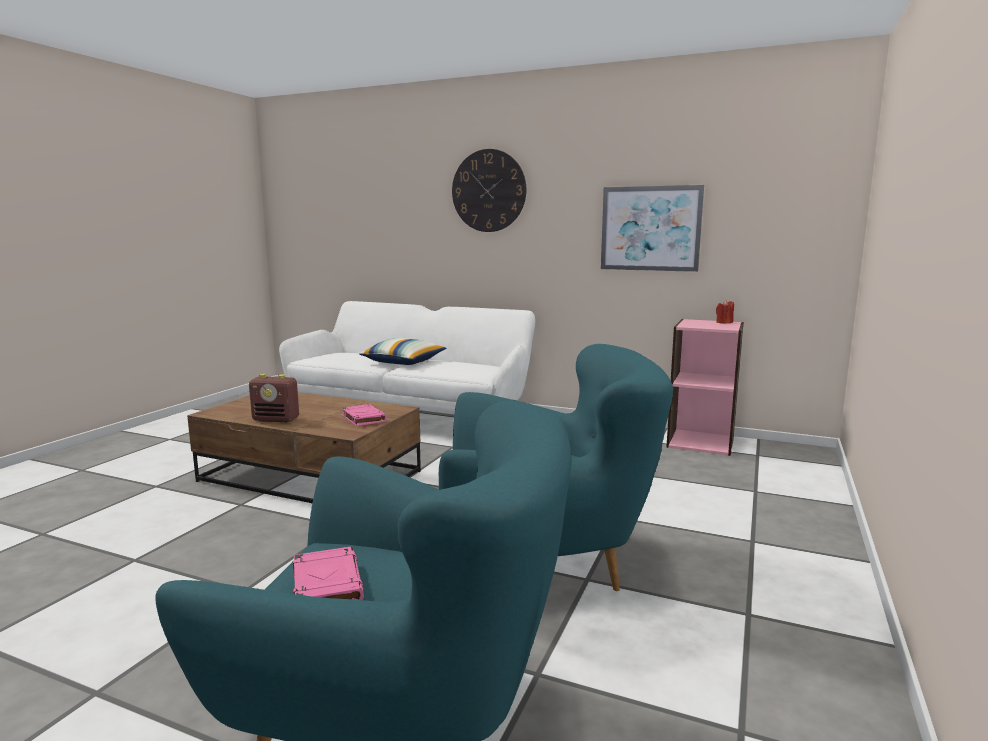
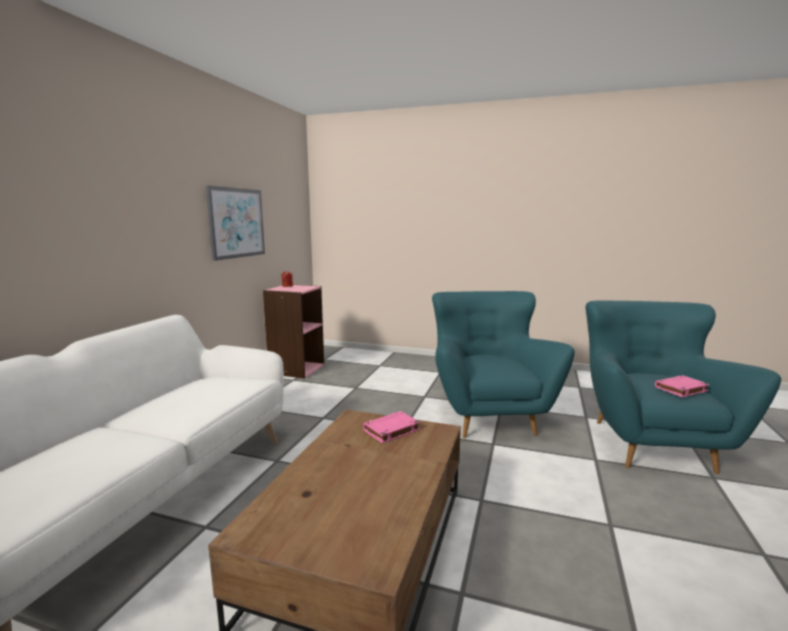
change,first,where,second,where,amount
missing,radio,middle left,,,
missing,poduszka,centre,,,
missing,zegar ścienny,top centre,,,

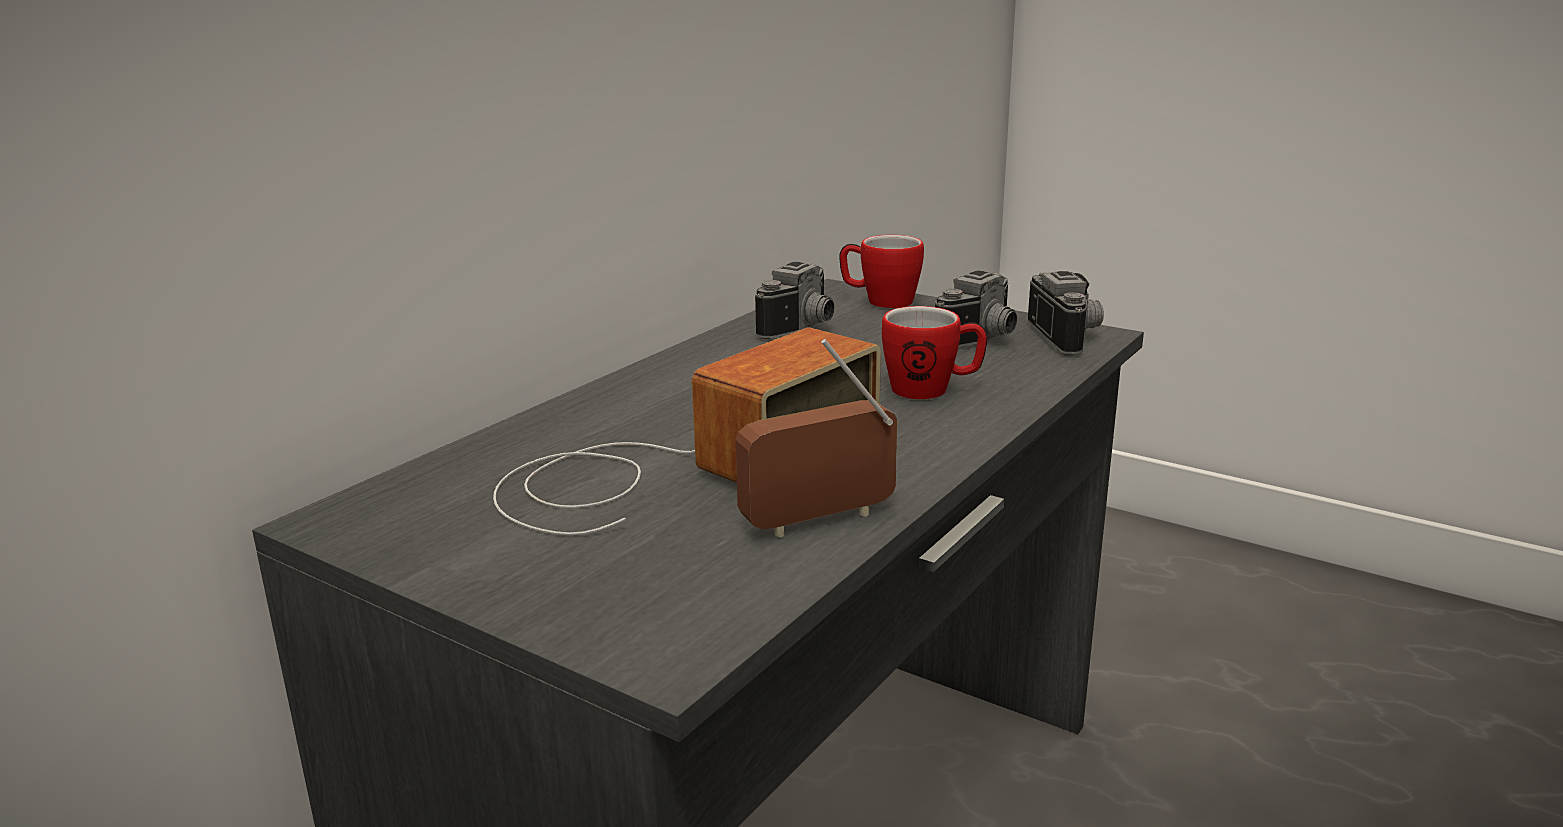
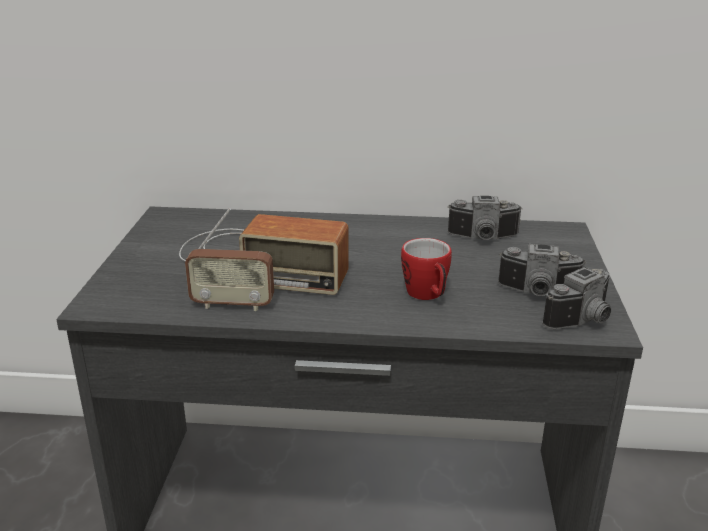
change,first,where,second,where,amount
missing,kubek (no. 1 from left),top centre,,,
spun,radio (no. 2 from left in the first image),centre,radio (no. 1 from left),middle left,150 degrees clockwise

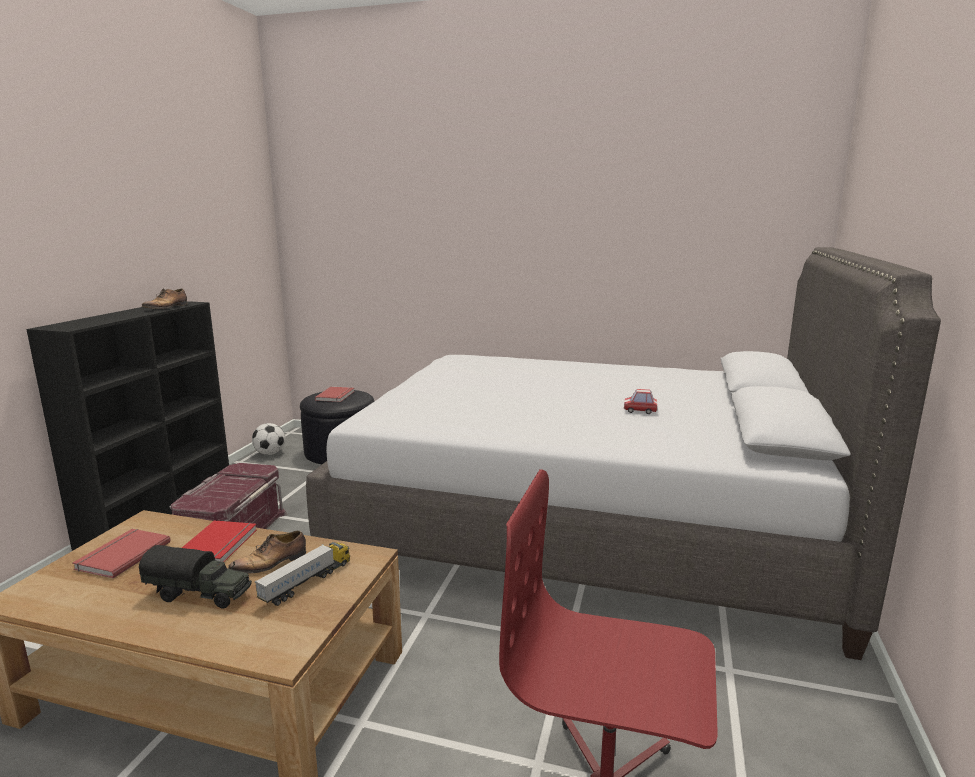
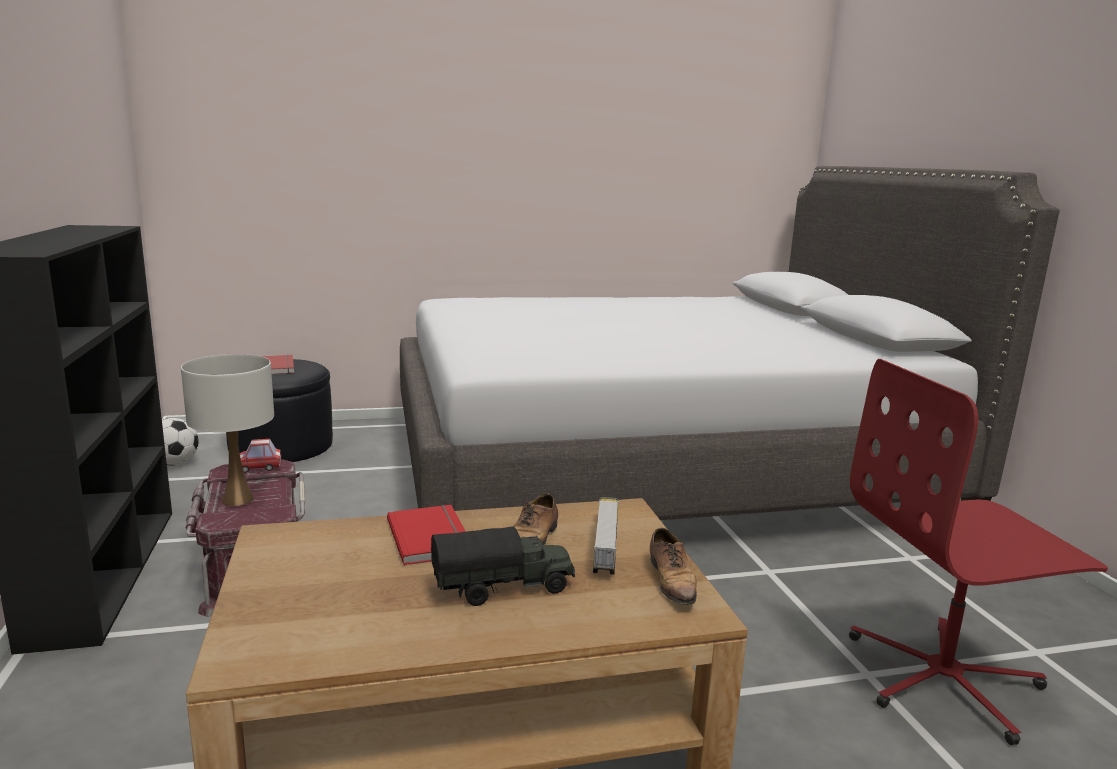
change,first,where,second,where,amount
missing,książka/czerwony (no. 1 from left),bottom left,,,
appeared,,,lampa stołowa/biały,middle left,
relocated,but (no. 1 from left in the first image),middle left,but (no. 2 from left),bottom centre,
relocated,samochodzik,centre,,middle left,

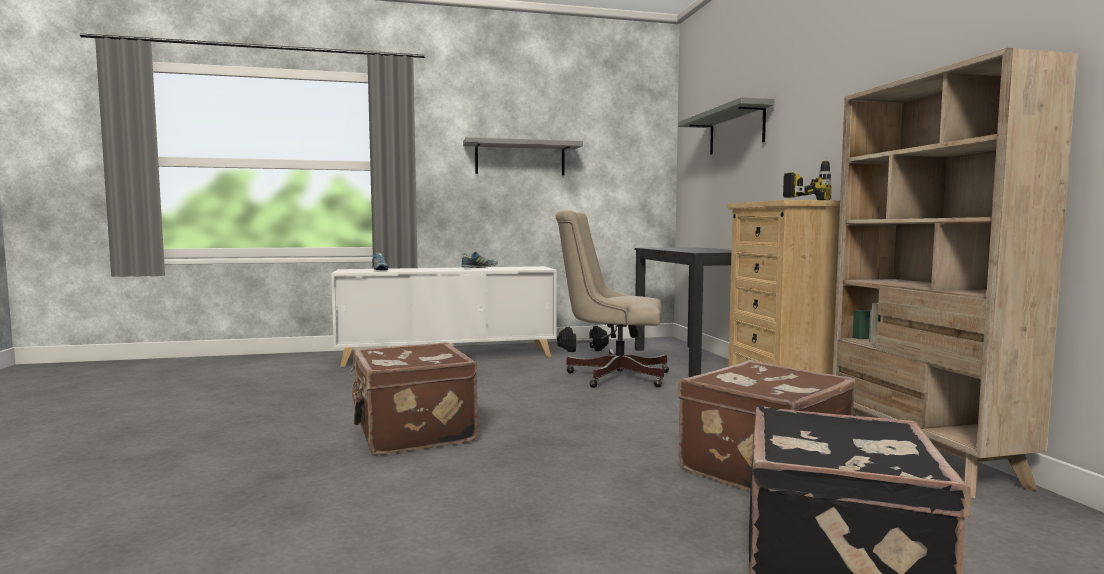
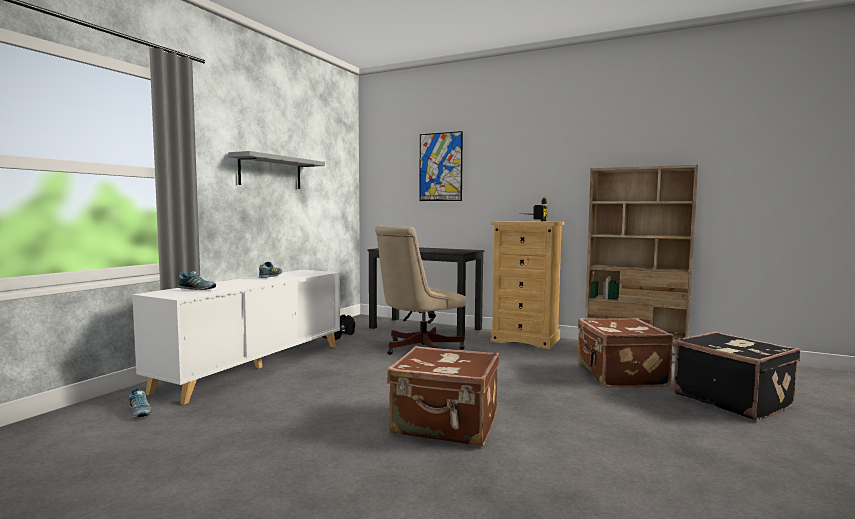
change,first,where,second,where,amount
appeared,,,but (no. 1 from left),bottom left,
exchanged,półka/szary (no. 2 from left),top centre,obraz,top centre,

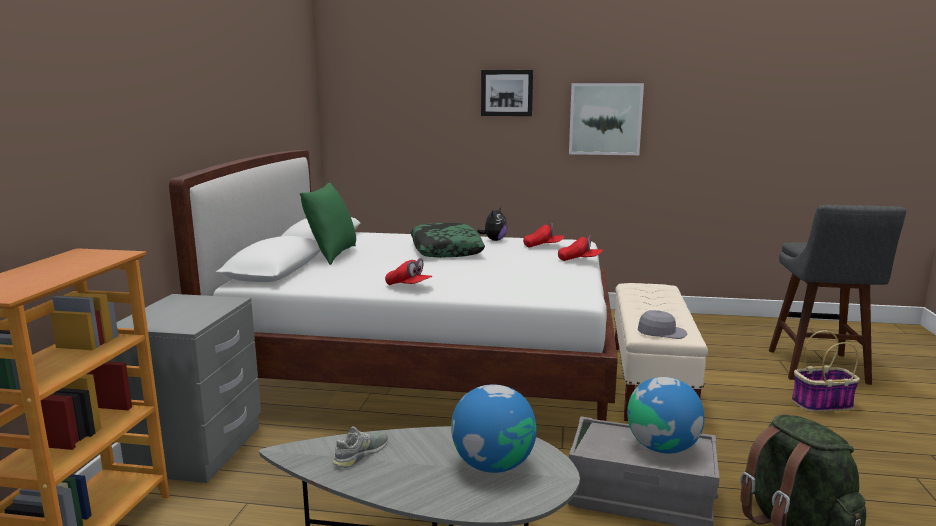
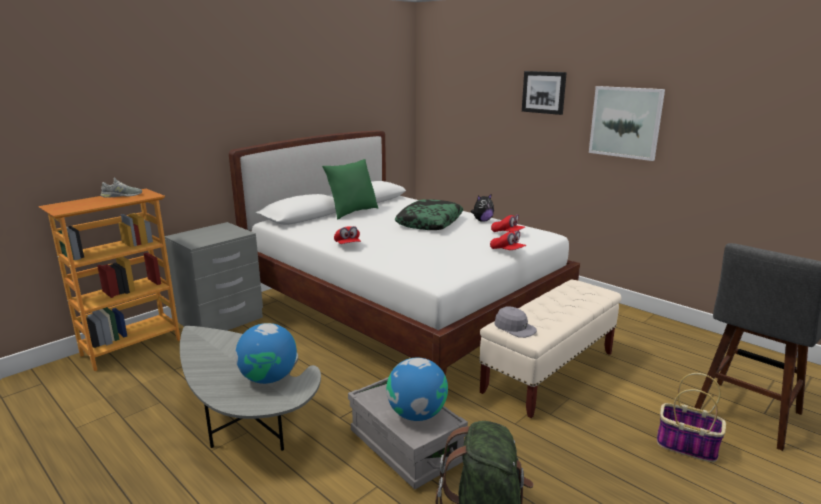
change,first,where,second,where,amount
relocated,but/szary,bottom centre,,middle left,

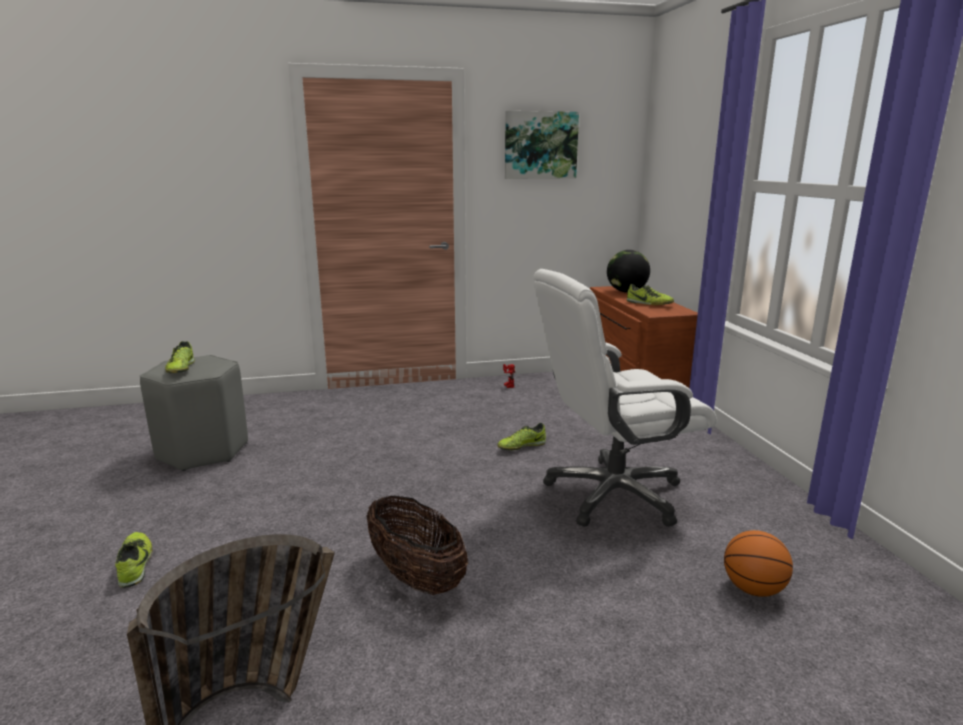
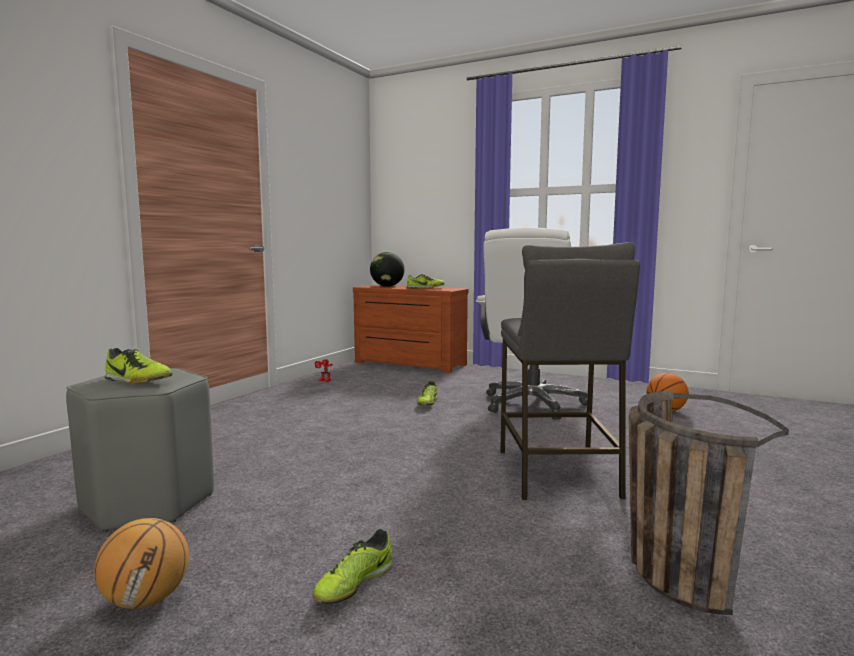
change,first,where,second,where,amount
missing,obraz,top centre,,,
appeared,,,piłka do koszykówki (no. 1 from left),bottom left,
exchanged,koszyk (no. 2 from left),bottom centre,stołek/szary (no. 2 from left),middle right,
spun,but (no. 1 from left in the first image),bottom left,but (no. 2 from left),bottom centre,75 degrees counterclockwise

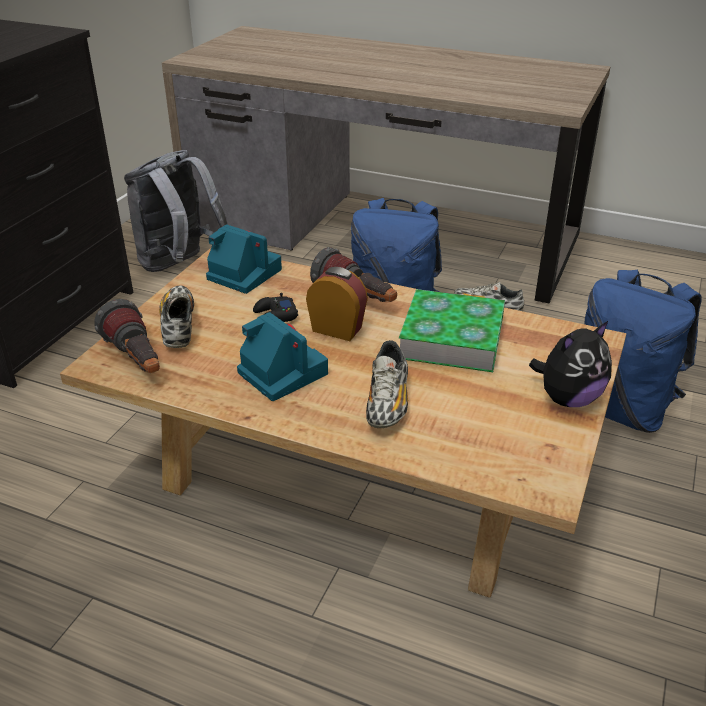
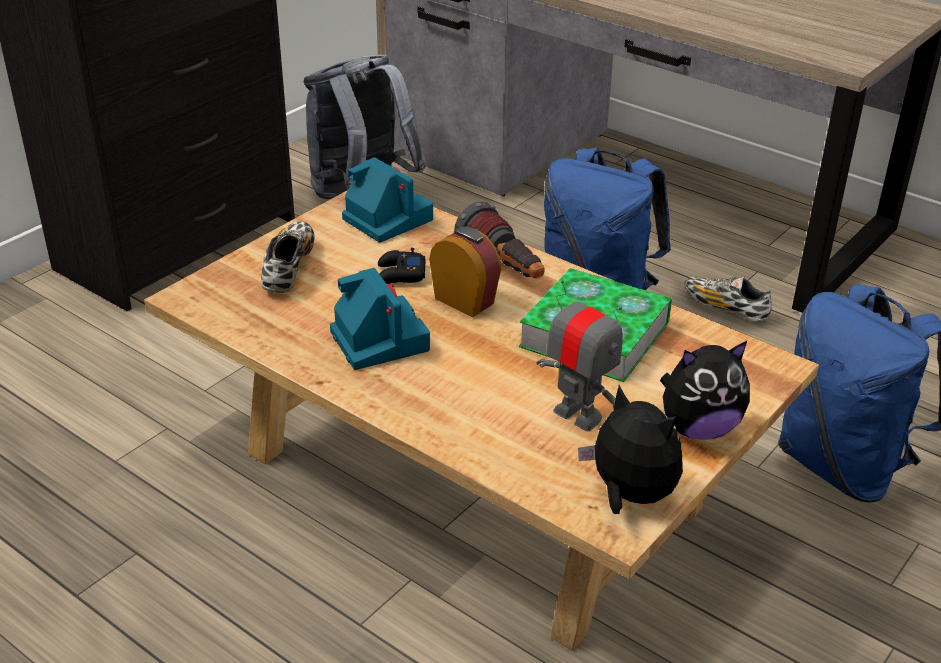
change,first,where,second,where,amount
missing,latarka (no. 1 from left),middle left,,,
missing,but (no. 2 from left),centre,,,
appeared,,,robot zabawkowy,centre,
appeared,,,pluszak (no. 1 from left),bottom right,

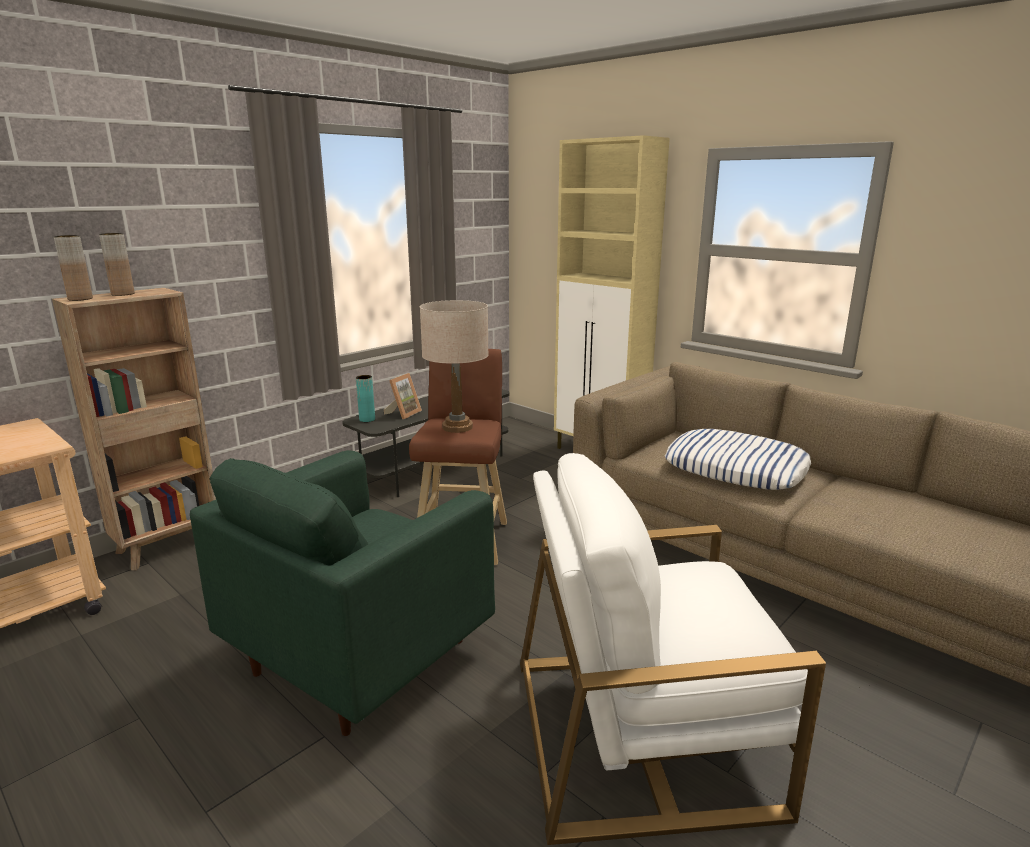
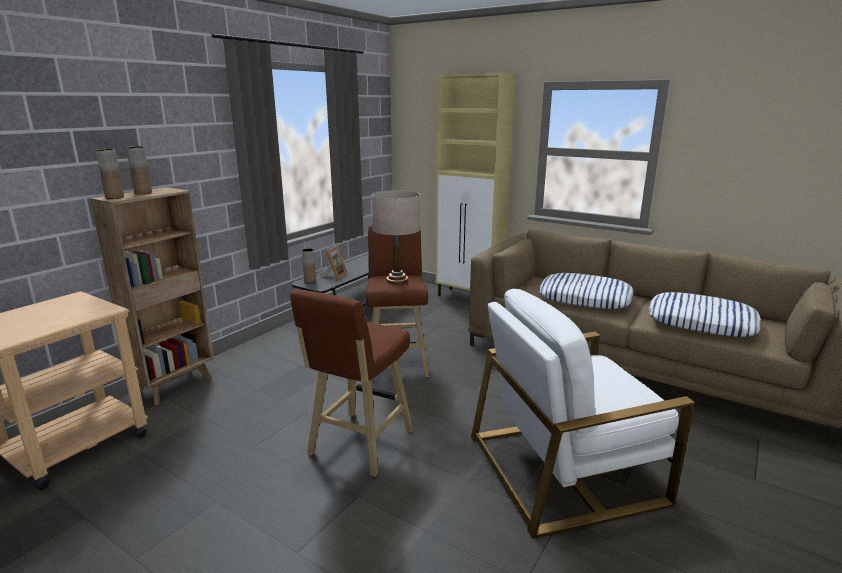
change,first,where,second,where,amount
appeared,,,poduszka (no. 2 from left),middle right,
exchanged,fotel/zielony,bottom left,stołek/brązowy (no. 1 from left),bottom centre,
colour,wazon/turkusowy,centre,wazon/brązowy (no. 3 from left),centre,

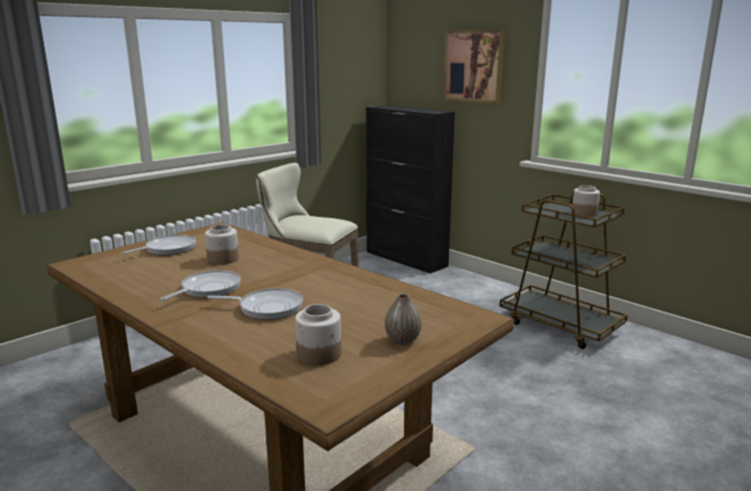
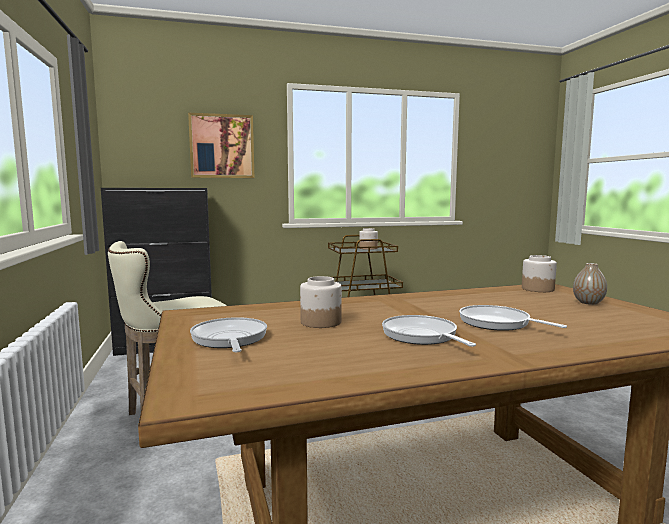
change,first,where,second,where,amount
relocated,słoik (no. 2 from left in the first image),bottom centre,słoik (no. 3 from left),middle right,
spun,patelnia (no. 3 from left),centre,,middle right,75 degrees counterclockwise

